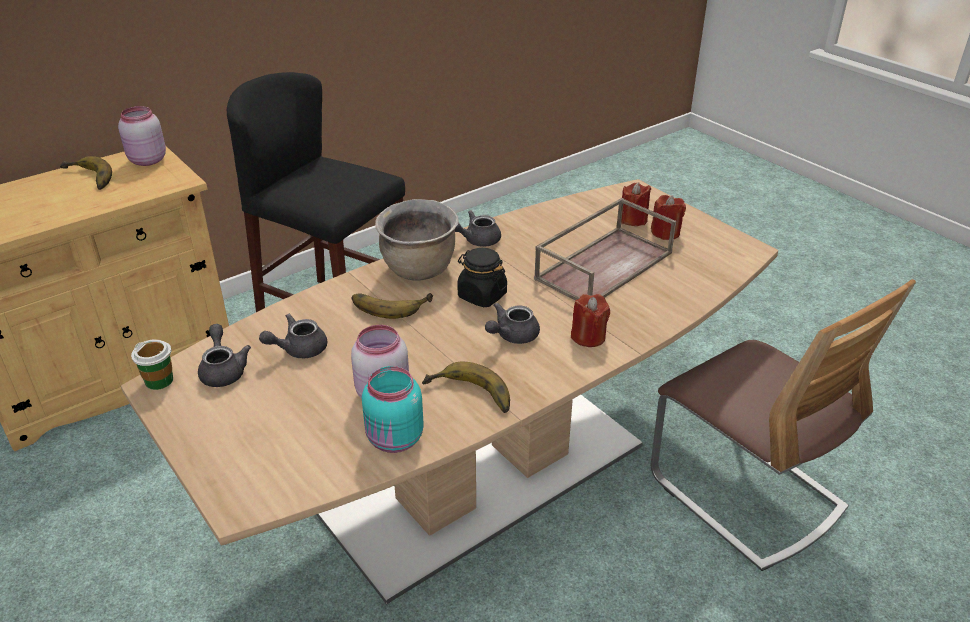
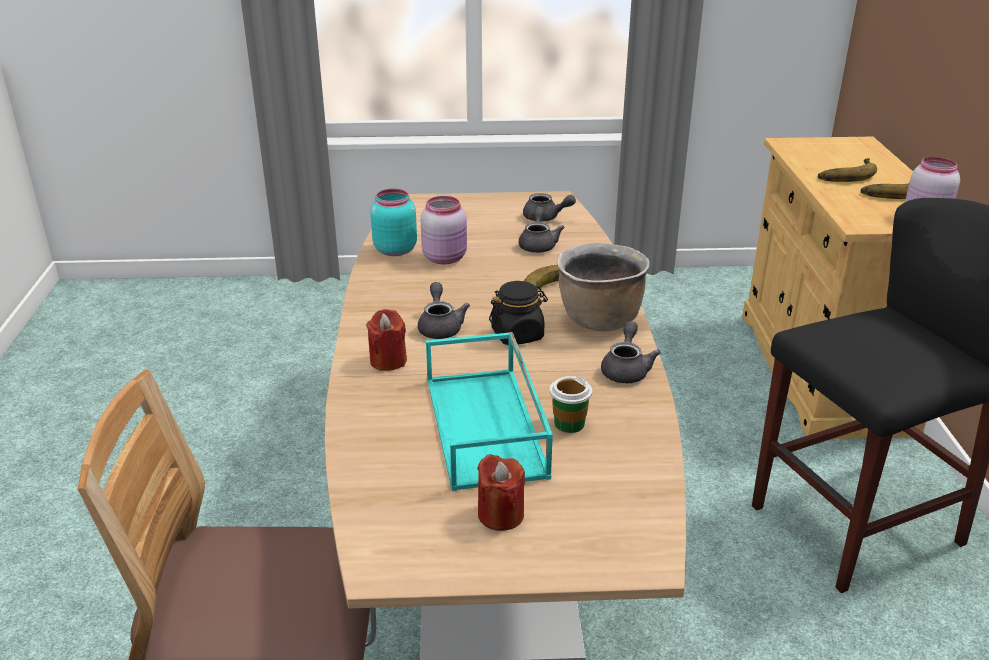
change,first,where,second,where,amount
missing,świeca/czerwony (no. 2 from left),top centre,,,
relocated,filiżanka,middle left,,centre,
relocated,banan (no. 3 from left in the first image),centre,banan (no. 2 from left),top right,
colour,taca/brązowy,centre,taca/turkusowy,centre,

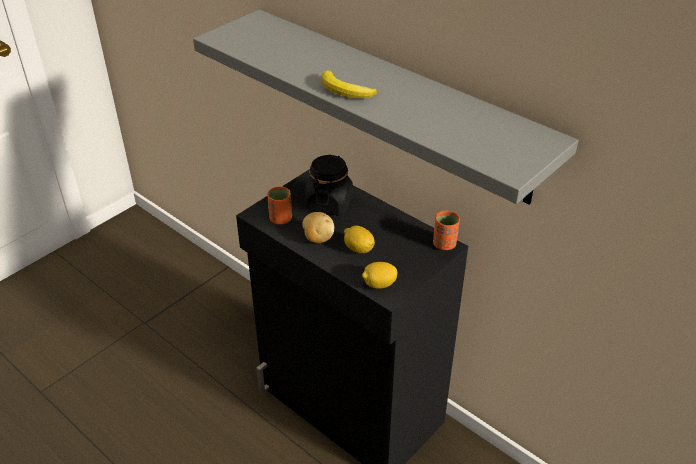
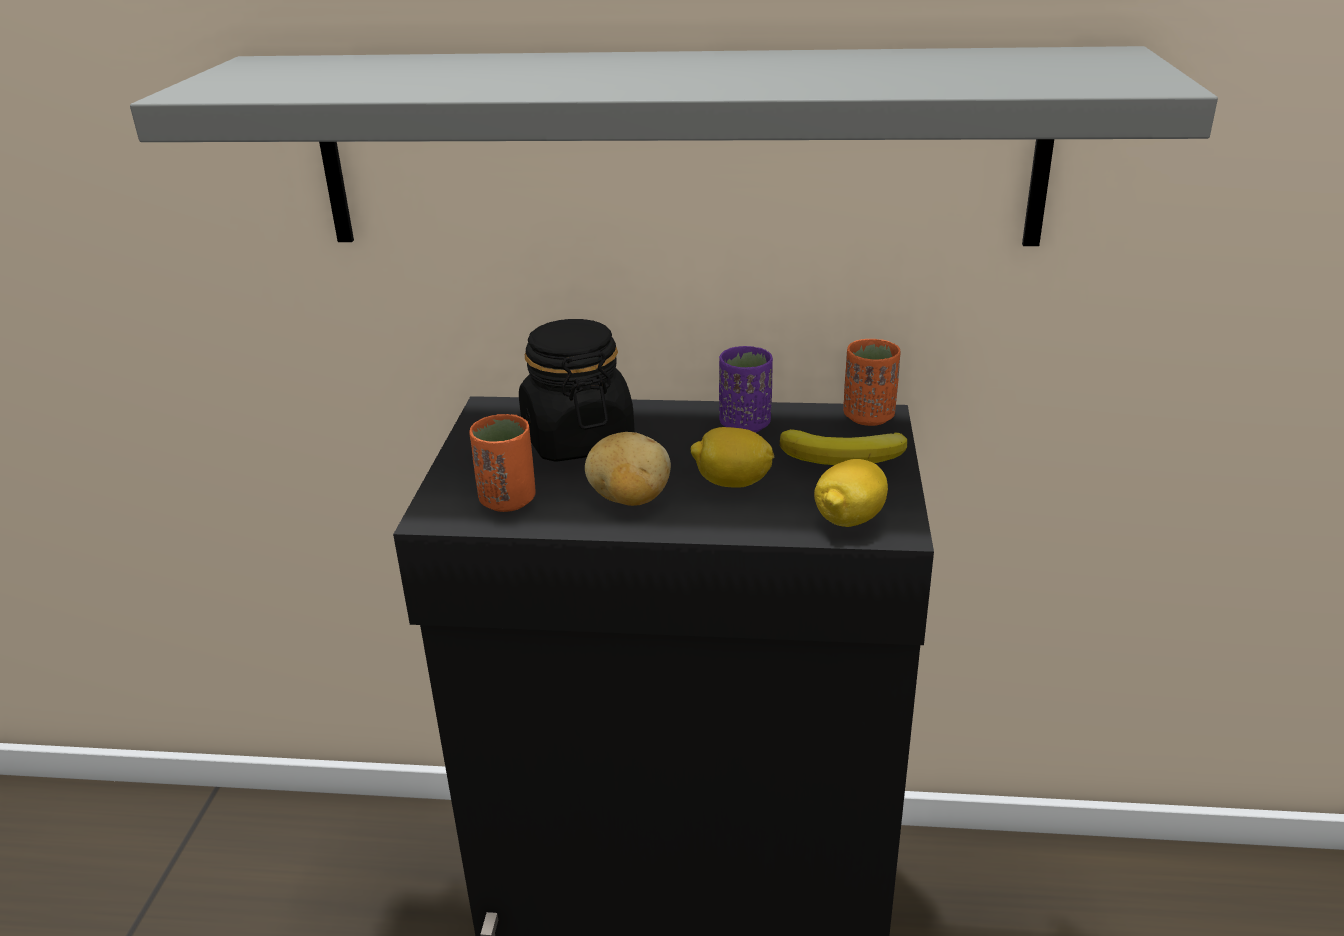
change,first,where,second,where,amount
appeared,,,filiżanka/fioletowy,centre,
relocated,banan,top centre,,centre,

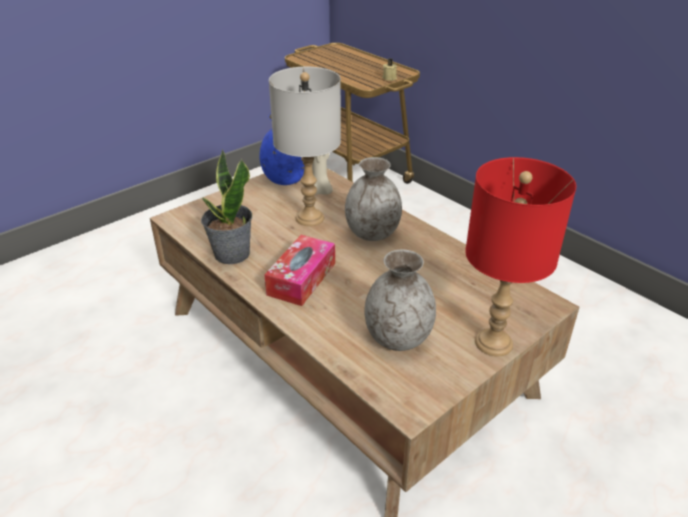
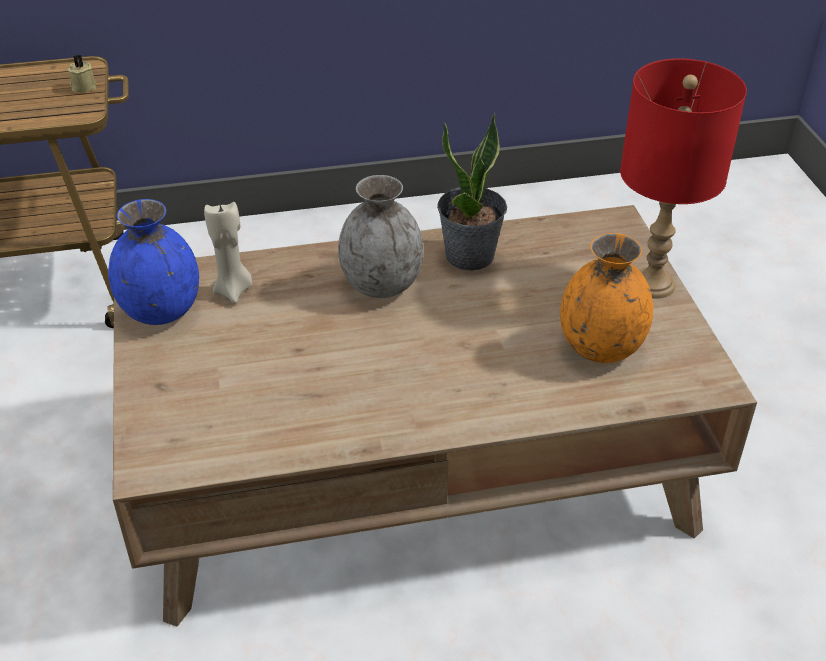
change,first,where,second,where,amount
missing,pudełko chusteczek,centre,,,
missing,lampa stołowa/szary,top centre,,,
relocated,roślina doniczkowa,middle left,,top centre,
colour,wazon/szary (no. 2 from left),centre,wazon/pomarańczowy,middle right,

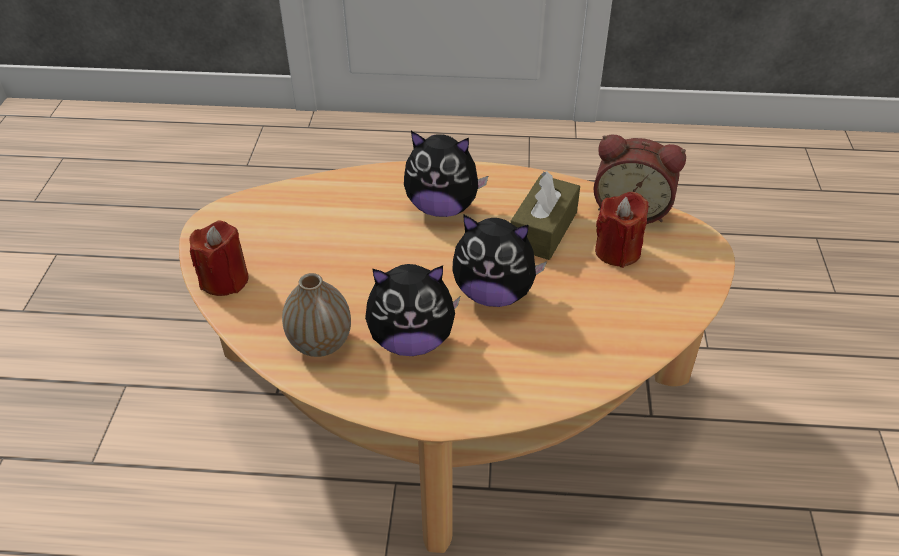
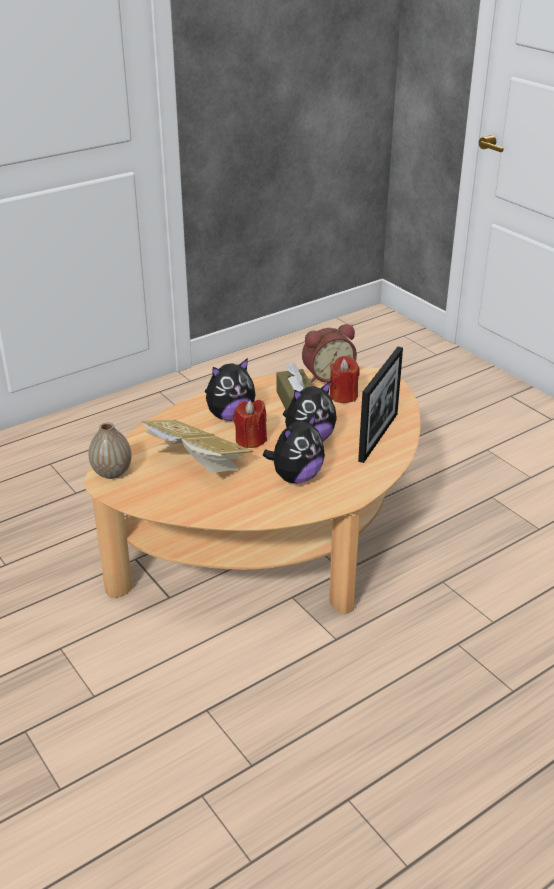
change,first,where,second,where,amount
appeared,,,książka,centre,
appeared,,,ramka na zdjęcie,middle right,
relocated,świeca/czerwony (no. 1 from left),middle left,,centre,
relocated,wazon,centre,,middle left,

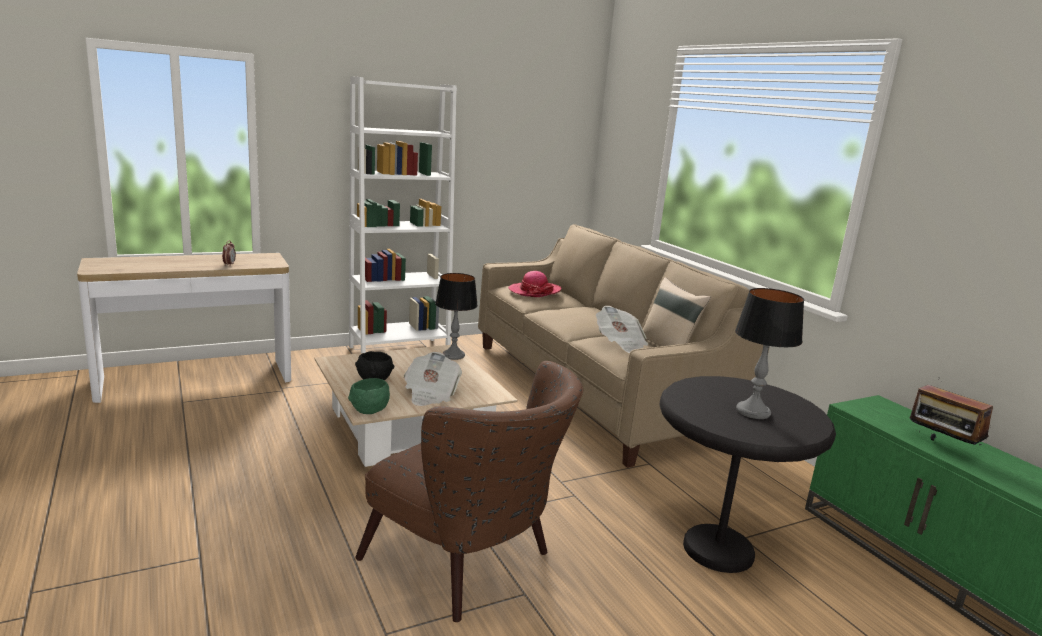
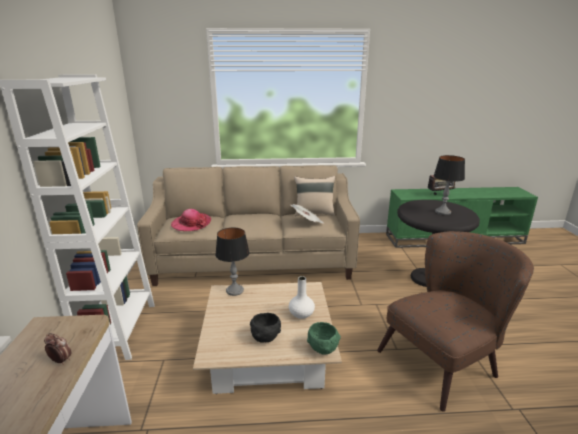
change,first,where,second,where,amount
exchanged,gazeta (no. 1 from left),centre,wazon/biały,bottom centre,

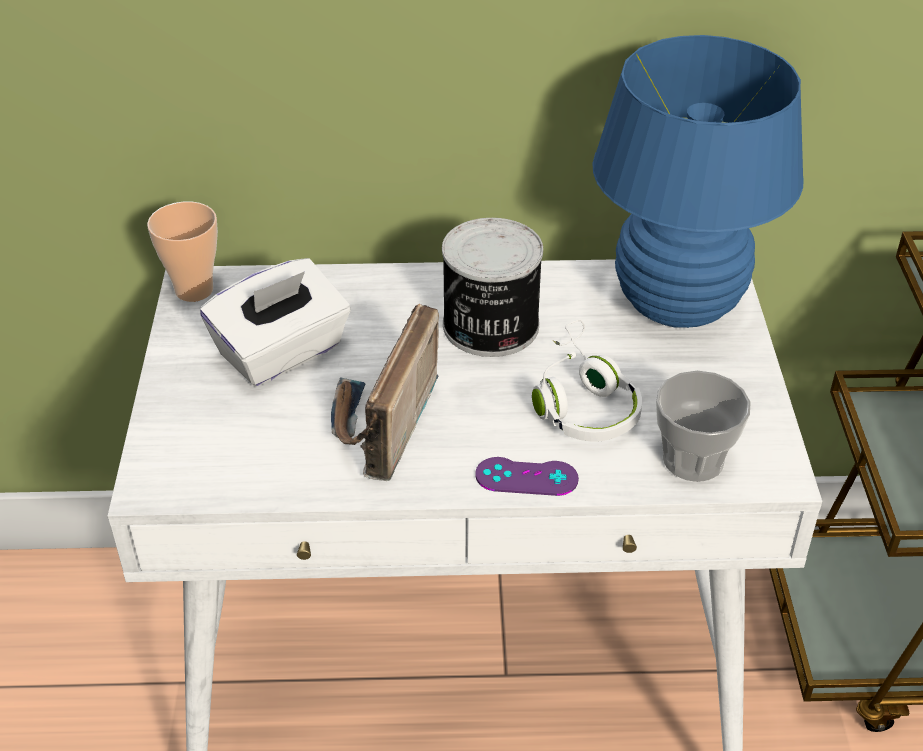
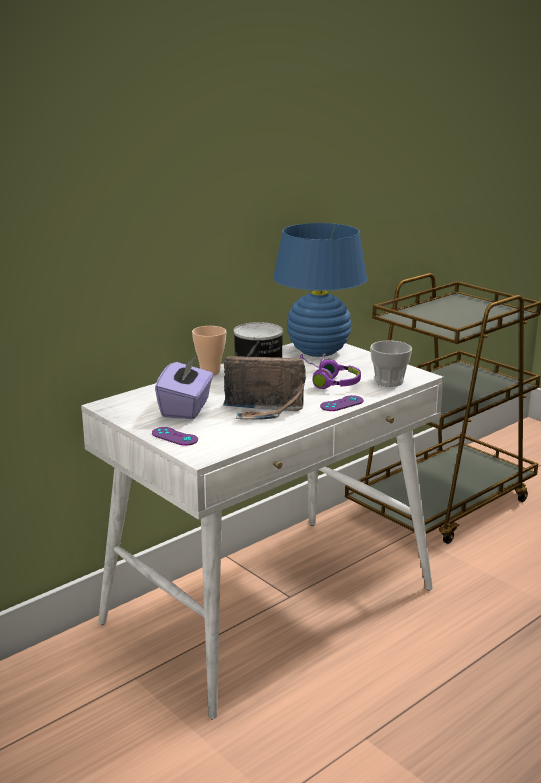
change,first,where,second,where,amount
appeared,,,pad do gier/fioletowy (no. 1 from left),middle left,
relocated,filiżanka (no. 1 from left),middle left,,centre,
colour,pudełko chusteczek/biały,middle left,pudełko chusteczek/fioletowy,centre,
colour,słuchawki/biały,centre,słuchawki/fioletowy,centre,
spun,radio,centre,,centre,60 degrees counterclockwise

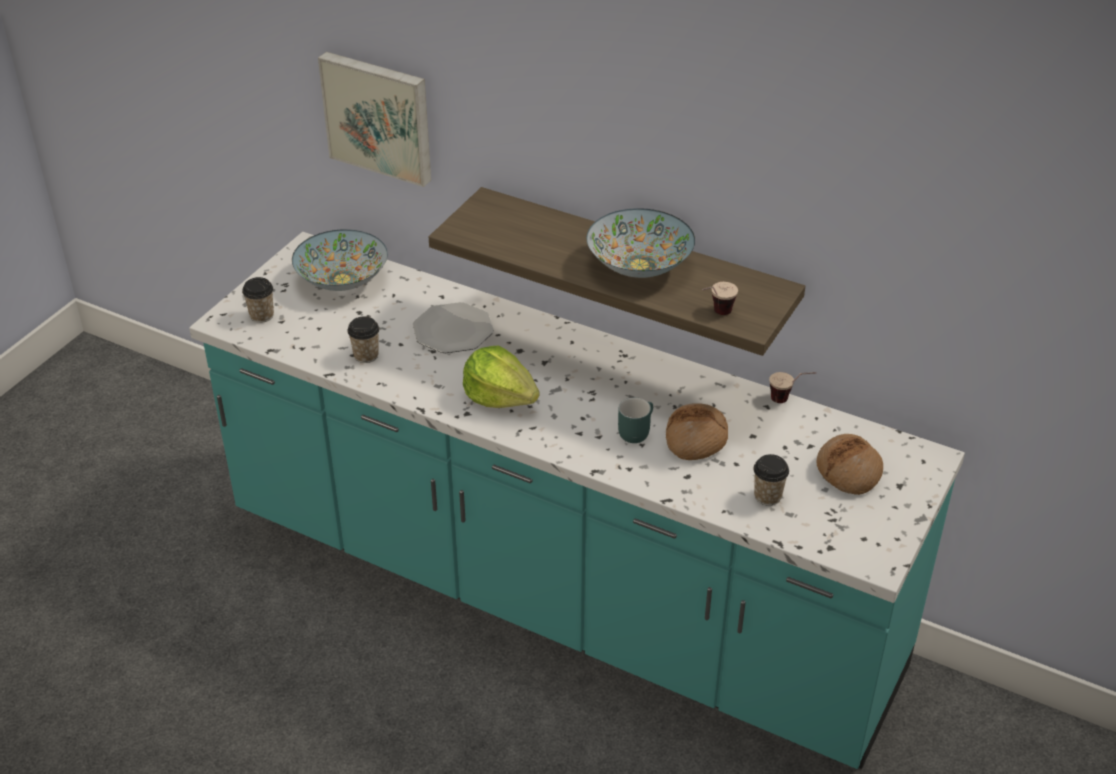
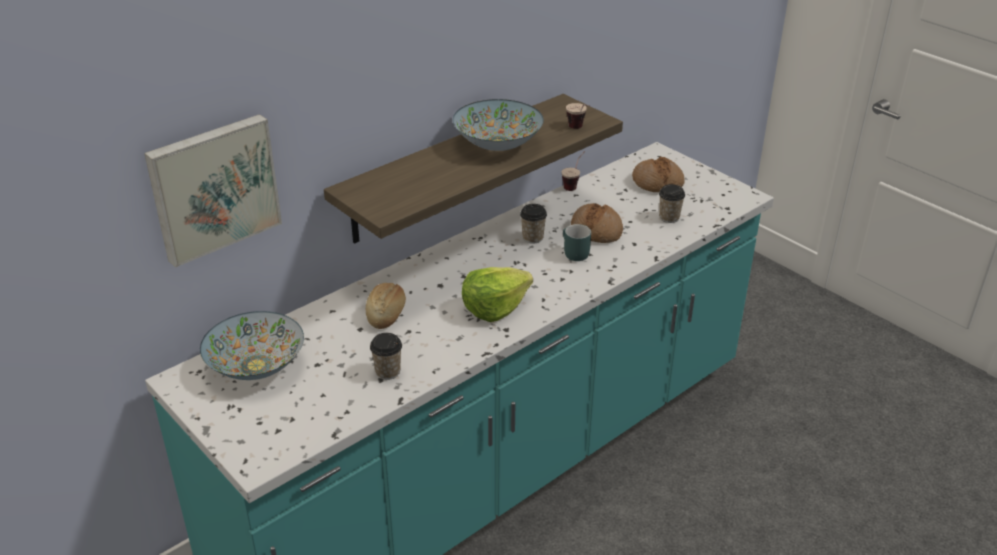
change,first,where,second,where,amount
relocated,filiżanka (no. 1 from left in the first image),middle left,filiżanka (no. 2 from left),centre,
exchanged,talerz,centre,chleb (no. 1 from left),centre,

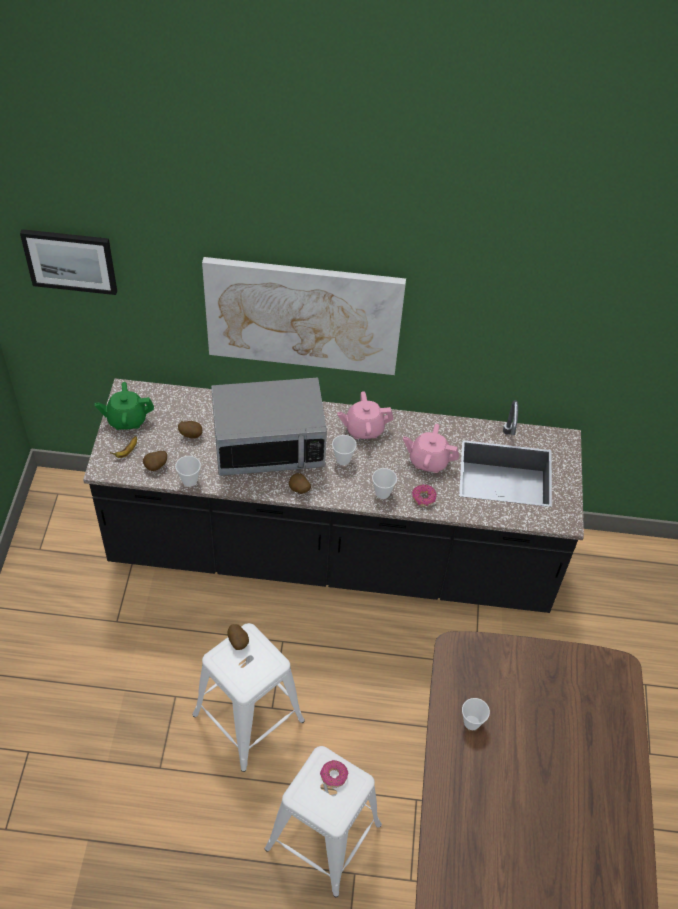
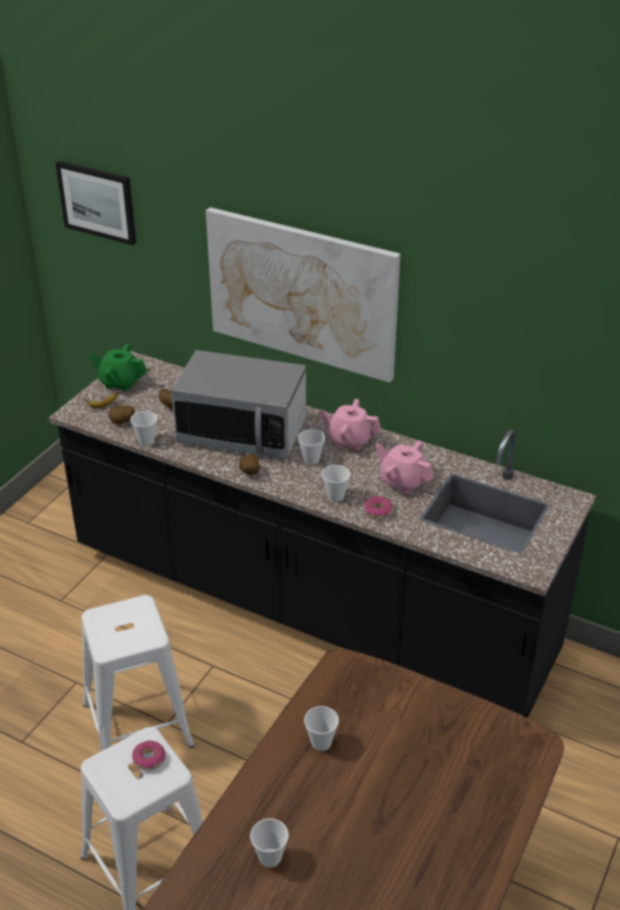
change,first,where,second,where,amount
missing,ziemniak (no. 3 from left),bottom centre,,,
appeared,,,filiżanka (no. 2 from left),bottom centre,

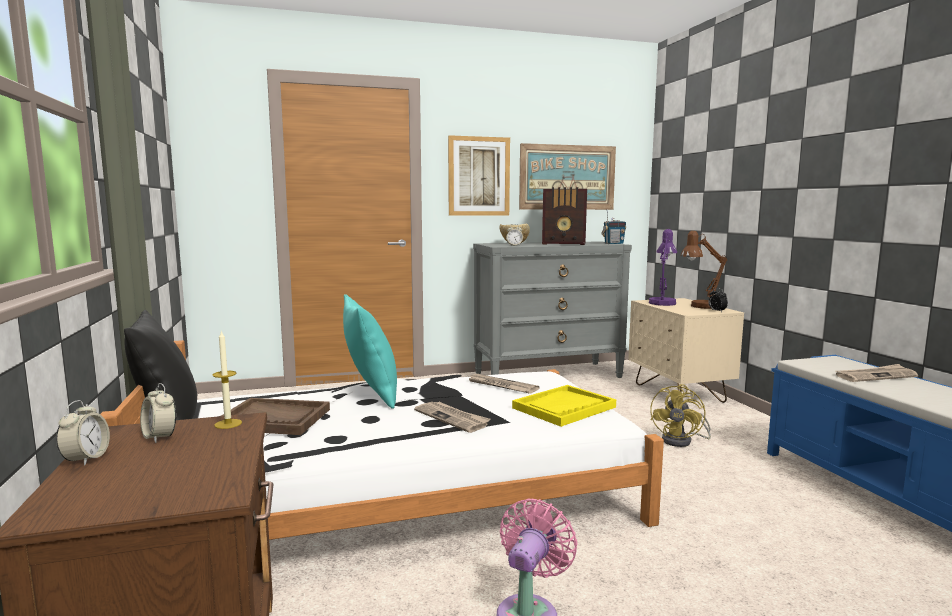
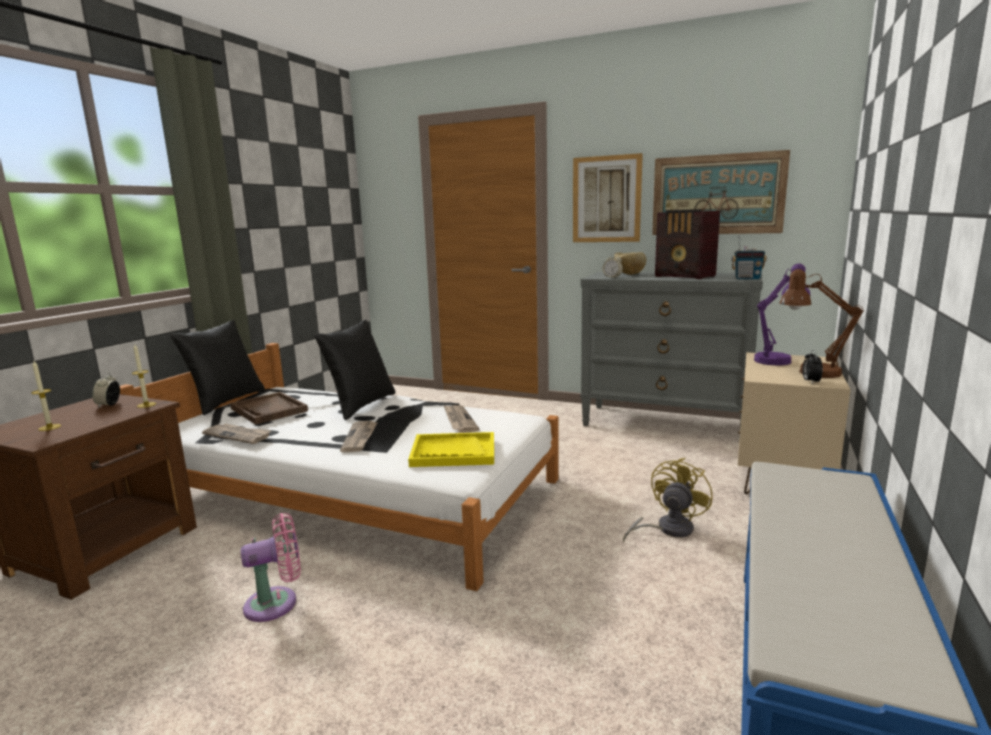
change,first,where,second,where,amount
missing,budzik (no. 1 from left),bottom left,,,
appeared,,,świeca (no. 1 from left),middle left,
relocated,gazeta (no. 3 from left in the first image),middle right,gazeta (no. 1 from left),middle left,
colour,poduszka/turkusowy,centre,poduszka/czarny (no. 2 from left),centre,
spun,wentylator/żółty,bottom right,,bottom right,150 degrees clockwise

